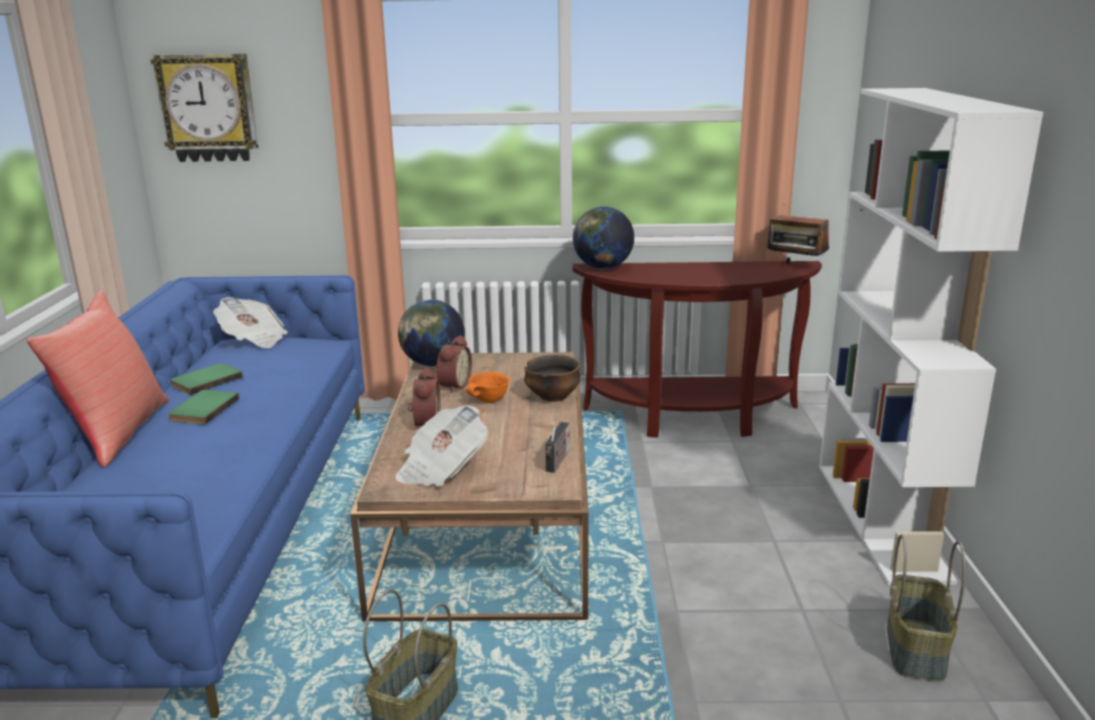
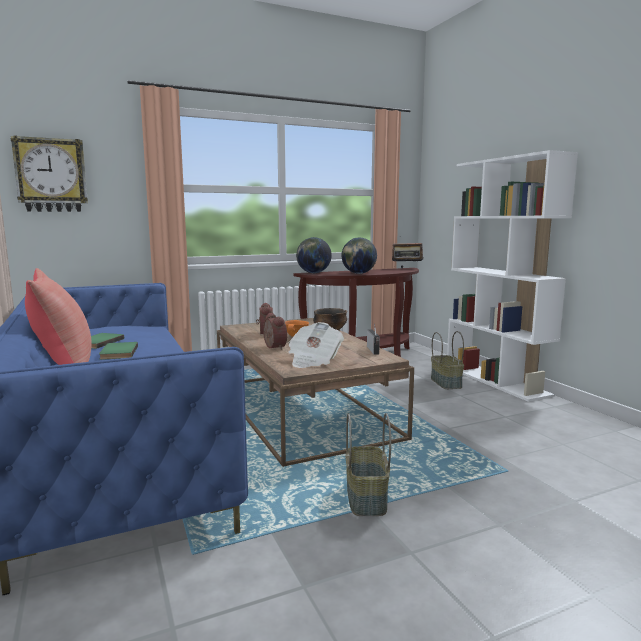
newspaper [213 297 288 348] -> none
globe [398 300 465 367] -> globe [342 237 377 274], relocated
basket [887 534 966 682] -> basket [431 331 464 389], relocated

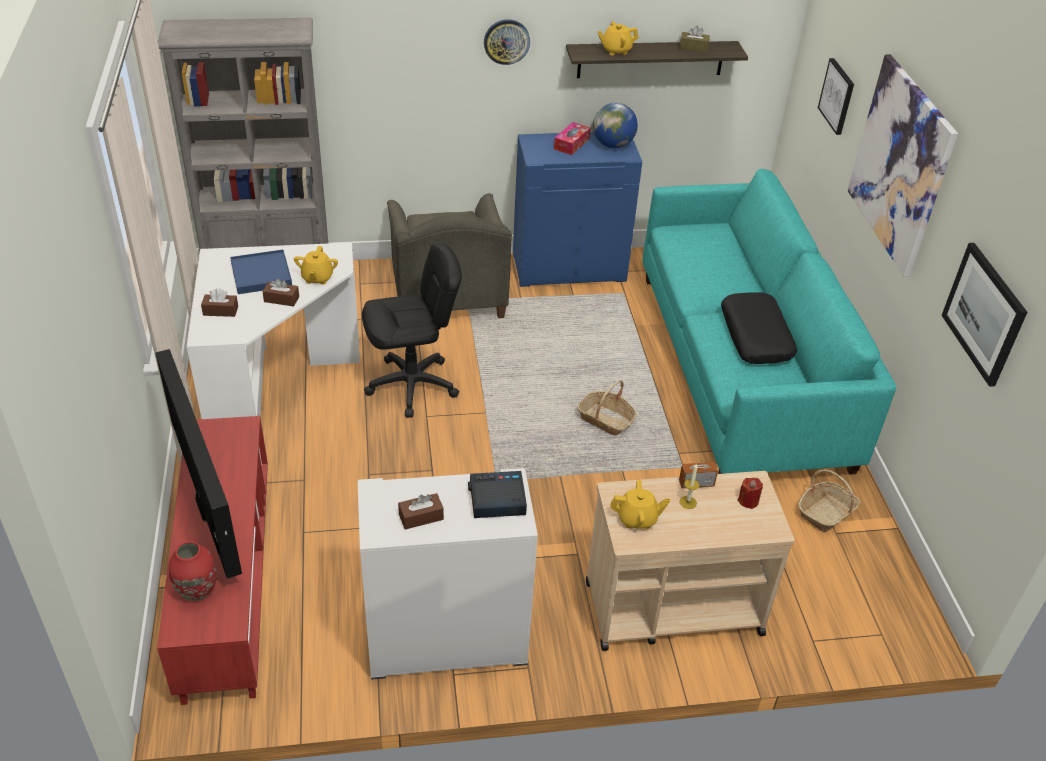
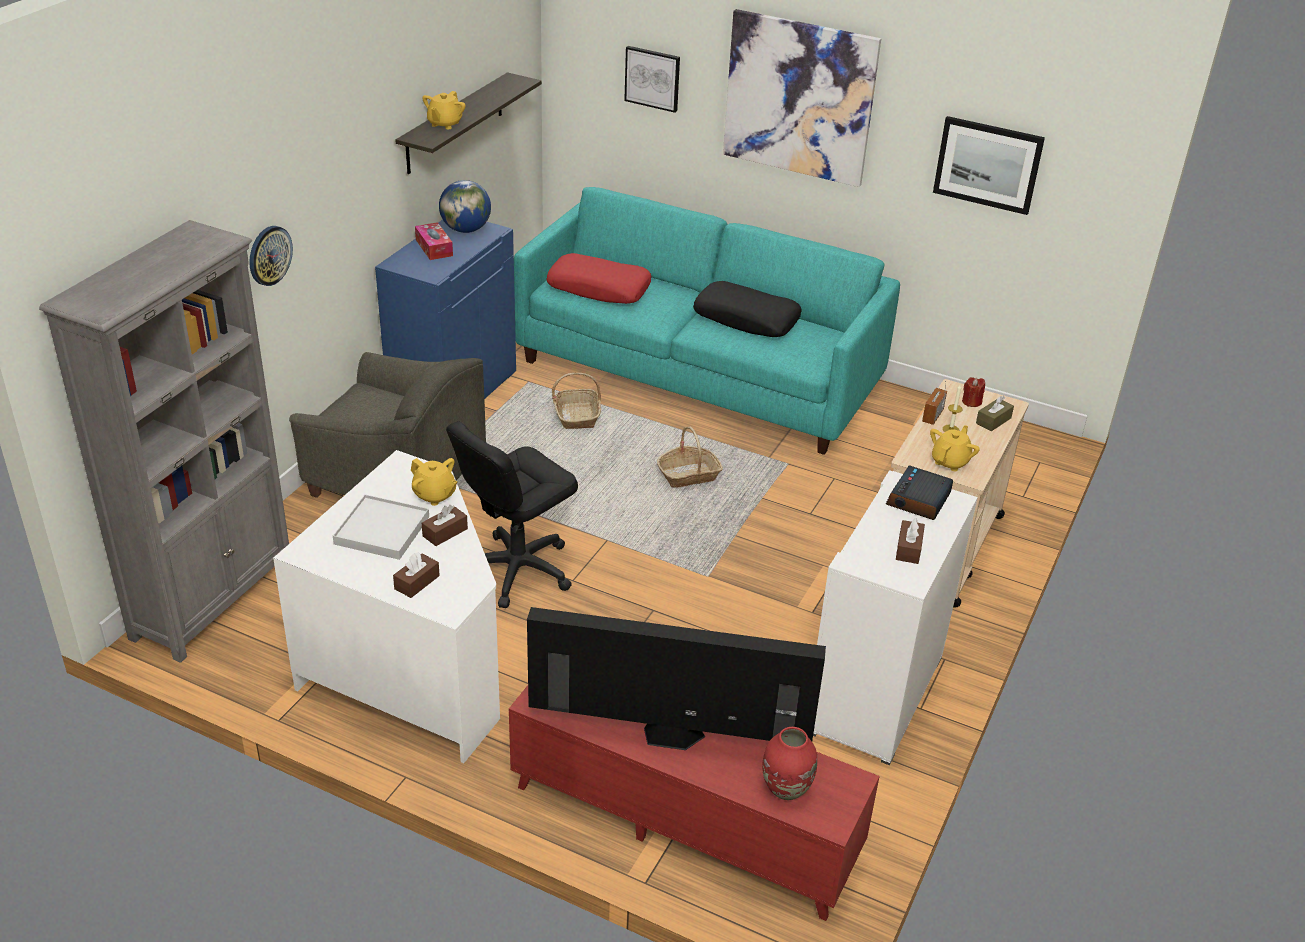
none -> red_pillow [546 253 651 304]
wall_clock [484 19 530 65] -> wall_clock [249 226 293 286], relocated
brown_tissue_box [679 26 710 53] -> brown_tissue_box [976 396 1014 431], relocated
basket [798 469 861 532] -> basket [552 373 601 429], relocated
blue_tray [230 250 292 294] -> white_tray [333 494 429 560]
black_office_chair [362 243 462 418] -> black_office_chair [446 421 578 608], 150 degrees counterclockwise

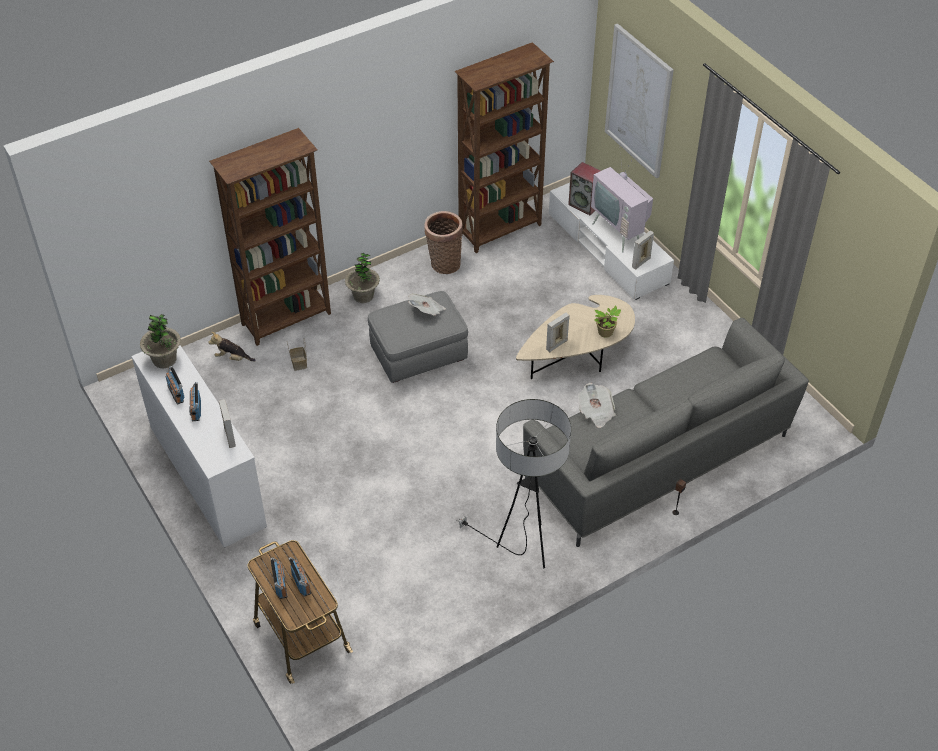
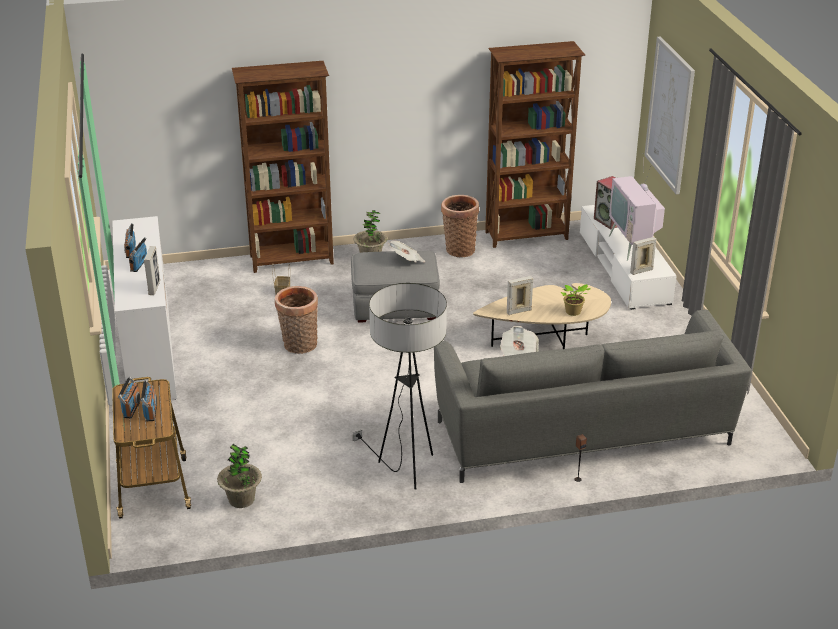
plush_toy [208 332 256 361] -> none
none -> basket [275 286 318 354]
potted_plant [140 314 181 368] -> potted_plant [217 444 262 508], relocated

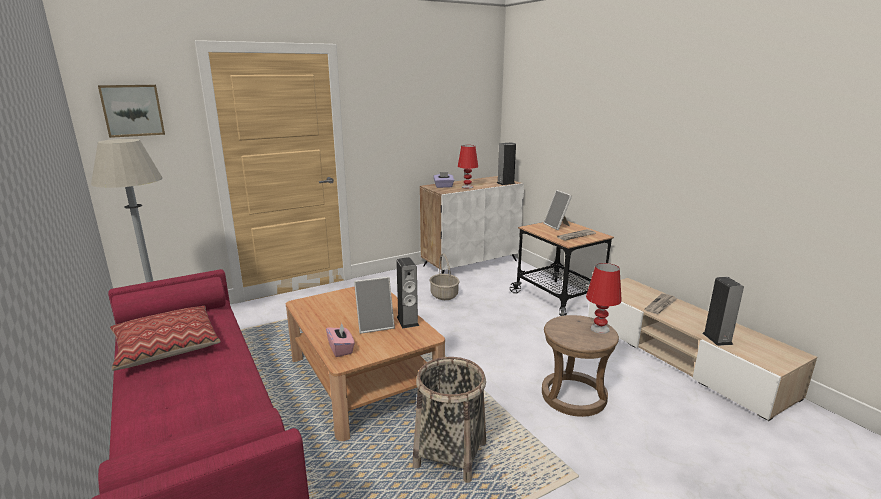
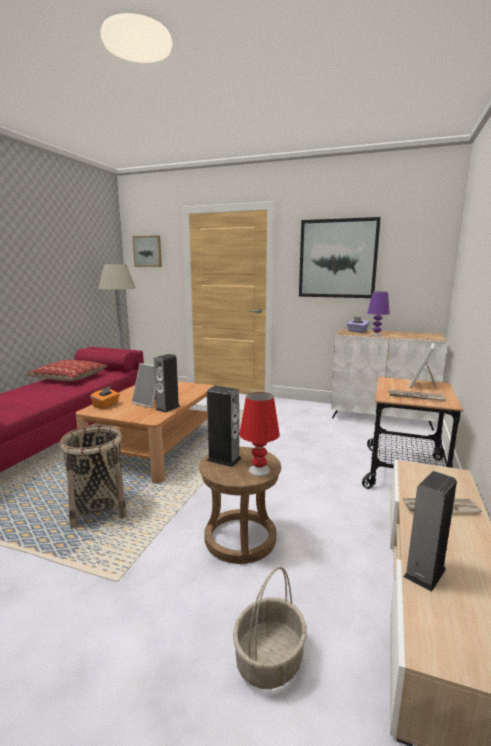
none -> picture [299 217 381 298]
basket [429 253 460 300] -> basket [233 567 307 689], relocated
speaker [497 142 516 185] -> speaker [207 386 242 467], relocated
pink_tissue_box [326 323 355 357] -> orange_tissue_box [90 386 120 409]
red_table_lamp [458 145 478 189] -> purple_table_lamp [368 292 390 336]

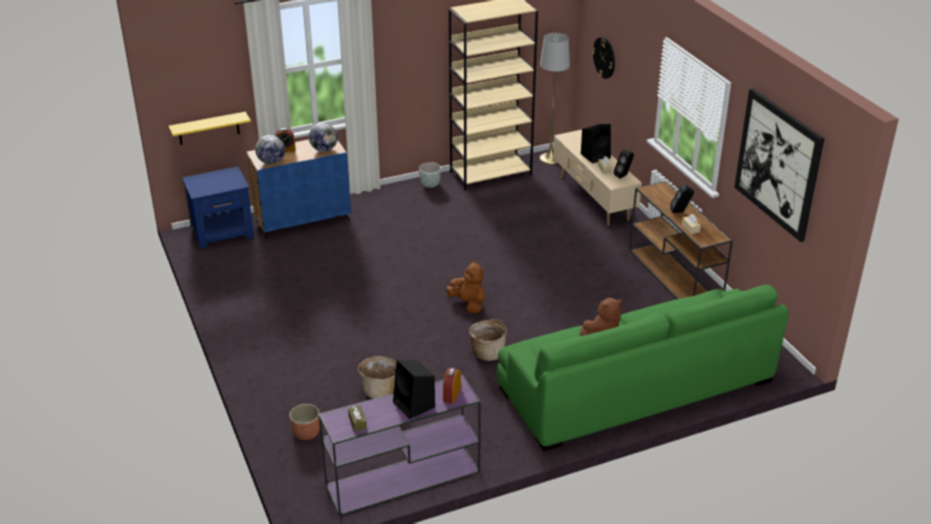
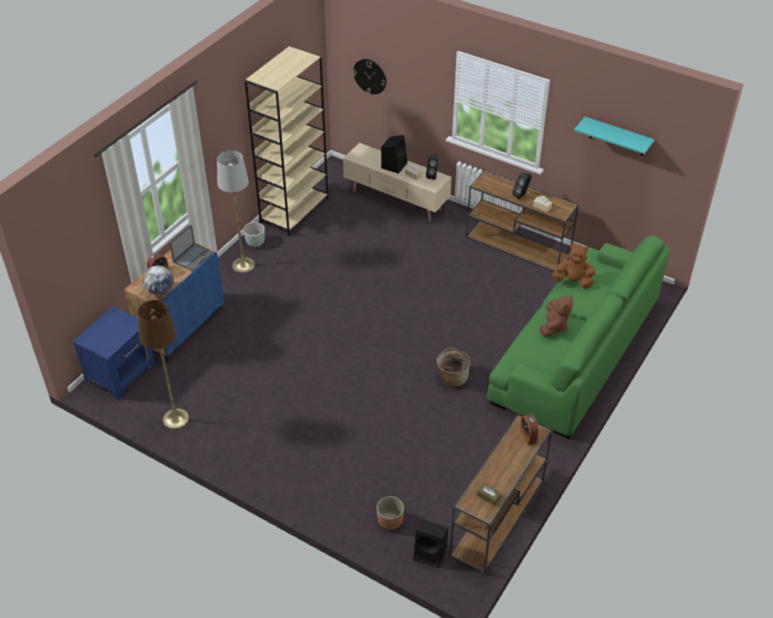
yellow_shelf [169 112 251 145] -> none
basket [357 356 396 399] -> none
none -> brown_floor_lamp [137 300 189 429]
black_speaker [393 360 435 419] -> black_speaker [413 520 448 568], relocated
brown_plush_toy [446 260 485 313] -> brown_plush_toy [551 243 596 288], relocated
grey_floor_lamp [539 33 570 164] -> grey_floor_lamp [217 150 255 273], relocated
globe [309 123 338 152] -> laptop [170 225 214 272]
picture [734 88 825 242] -> turquoise_shelf [574 117 655 156]
purple_console_table [319 374 481 516] -> brown_console_table [449 414 552 575]

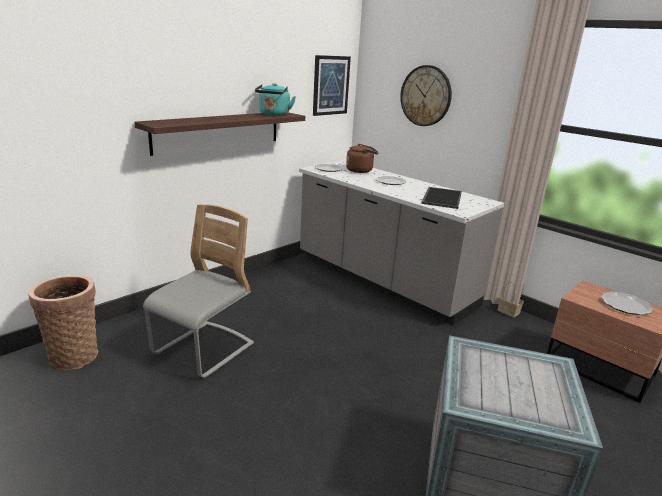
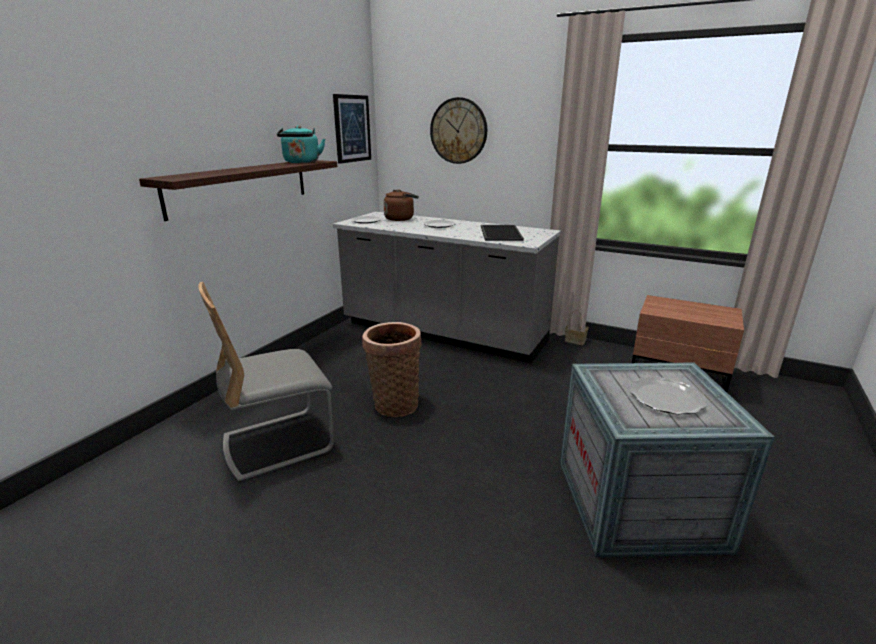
basket [28 275 98 370] -> basket [362 322 422 417], relocated
plate [601 291 653 315] -> plate [630 377 707 414], relocated
grey_chair [143 204 254 378] -> grey_chair [198 282 334 482], 135 degrees counterclockwise

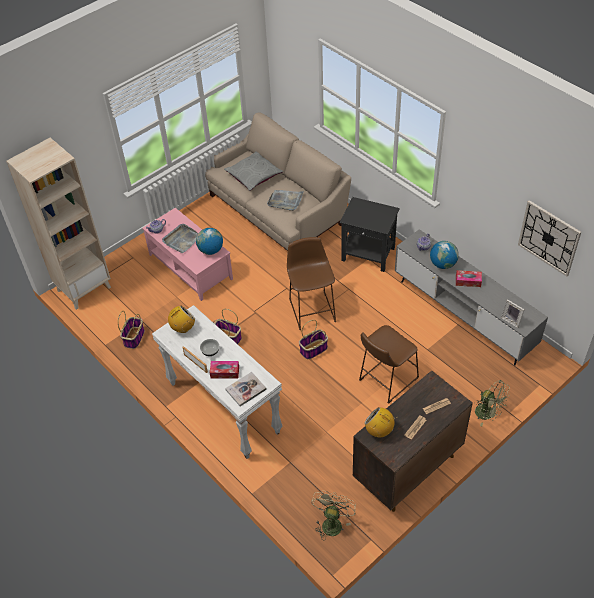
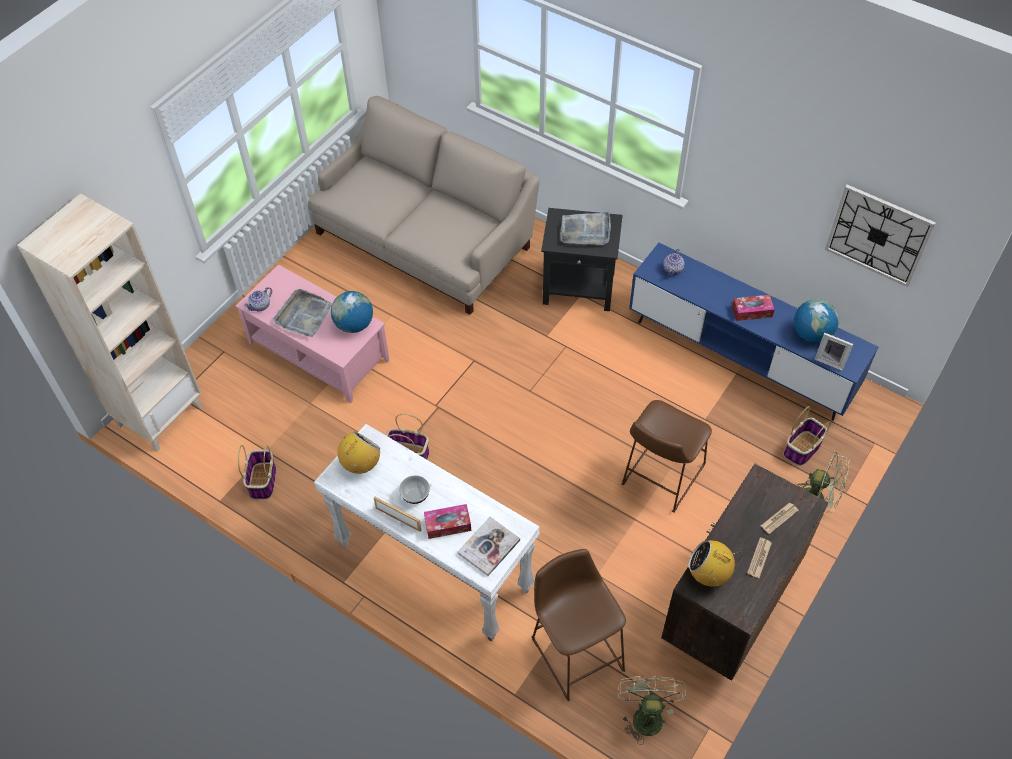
grey_pillow [224 151 283 191] -> none
grey_tray [267 190 304 211] -> grey_tray [560 211 611 245], relocated
brown_stool [287 237 336 330] -> brown_stool [532 549 626 701], relocated
basket [299 320 328 359] -> basket [783 406 831 466], relocated
globe [430 241 459 269] -> globe [794 299 839 342], relocated
grey_tv_stand [395 229 548 365] -> blue_tv_stand [629 243 878 421]

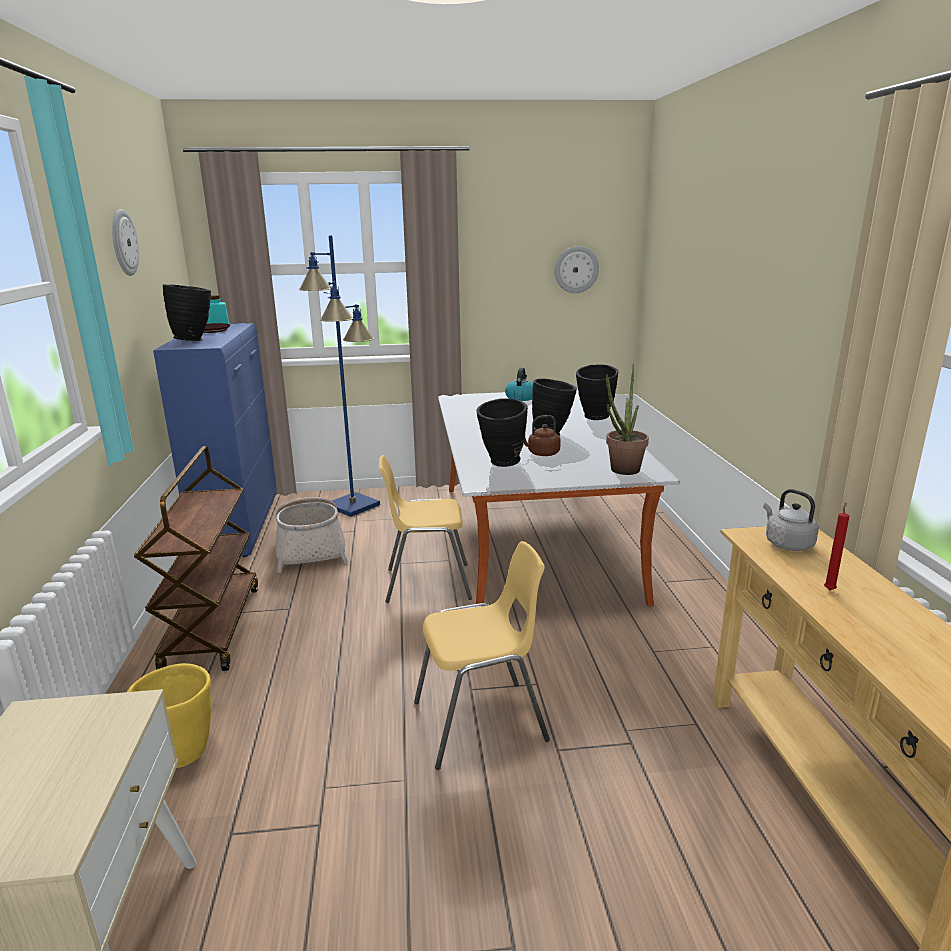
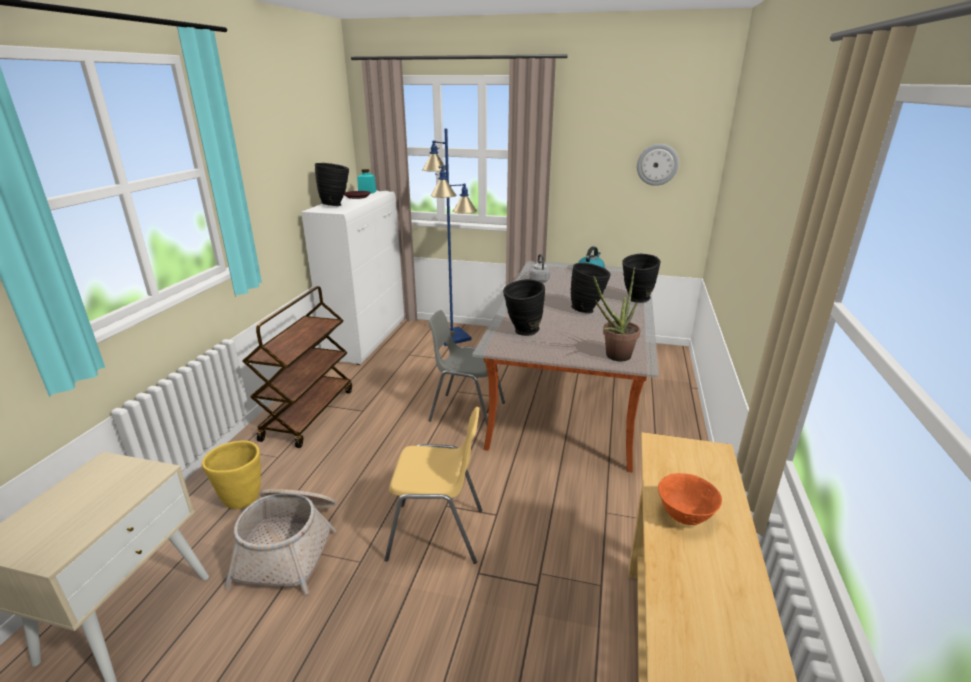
wall_clock [112 209 139 276] -> none
brown_kettle [524 415 561 456] -> none
basket [275 497 348 573] -> basket [224 489 336 595], relocated
grey_kettle [763 489 819 551] -> grey_kettle [529 254 550 282], relocated
red_candle [824 503 849 591] -> orange_bowl [658 473 722 525]
blue_cabinet [153 323 276 557] -> white_cabinet [301 190 404 365]
yellow_chair [379 455 472 603] -> grey_chair [428 310 505 425]

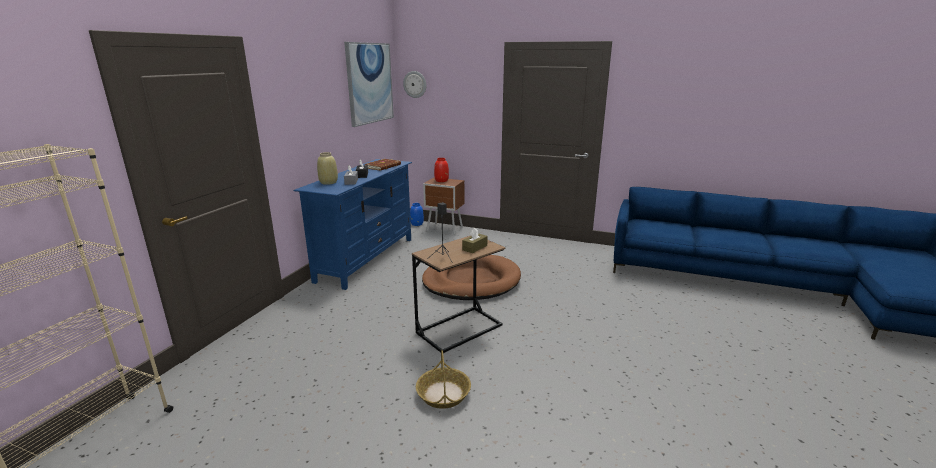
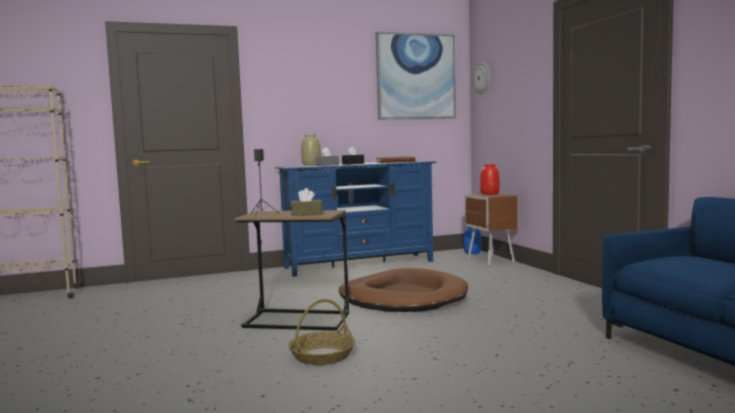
basket [416 350 471 409] -> basket [288 299 356 365], relocated

